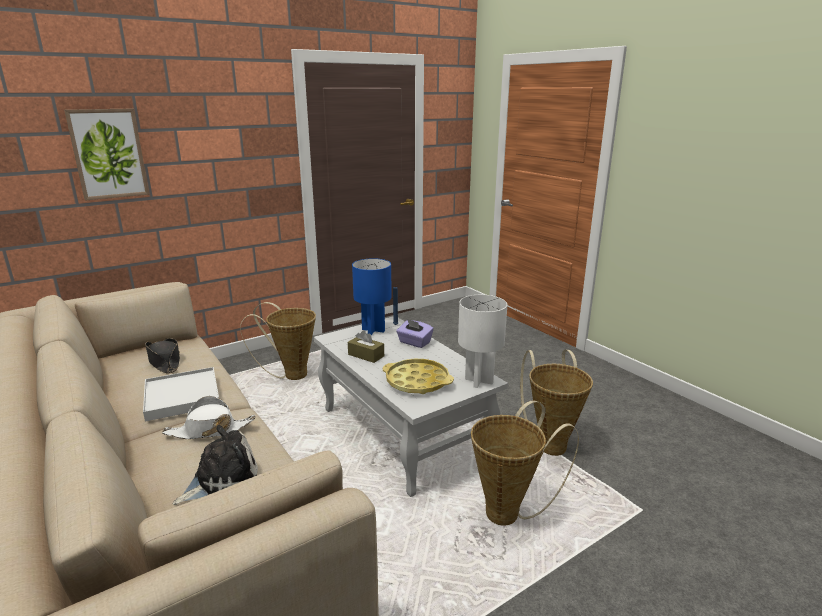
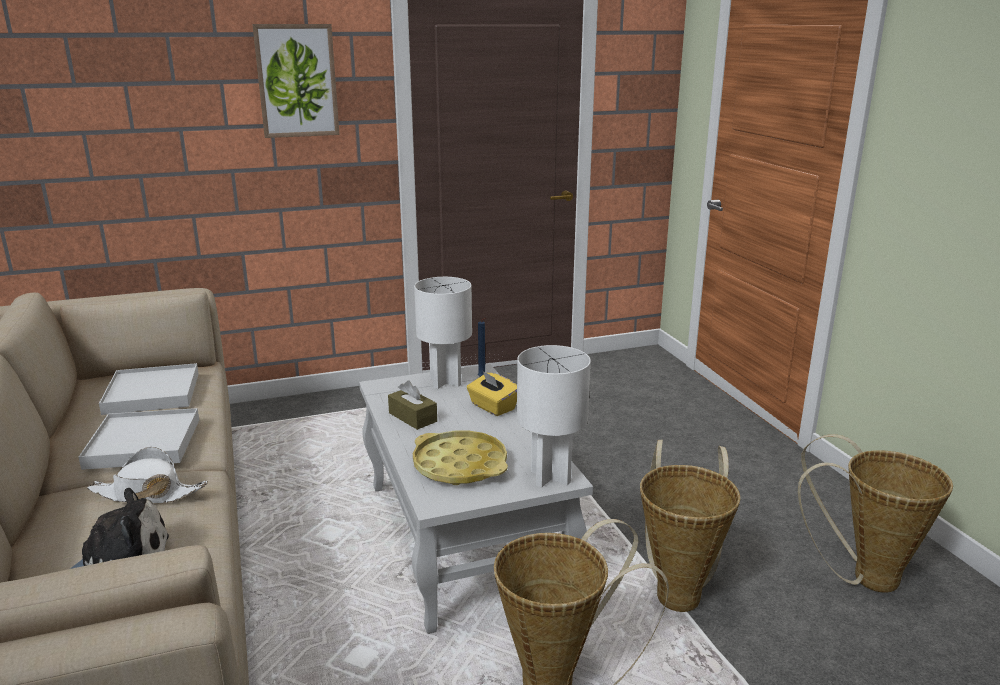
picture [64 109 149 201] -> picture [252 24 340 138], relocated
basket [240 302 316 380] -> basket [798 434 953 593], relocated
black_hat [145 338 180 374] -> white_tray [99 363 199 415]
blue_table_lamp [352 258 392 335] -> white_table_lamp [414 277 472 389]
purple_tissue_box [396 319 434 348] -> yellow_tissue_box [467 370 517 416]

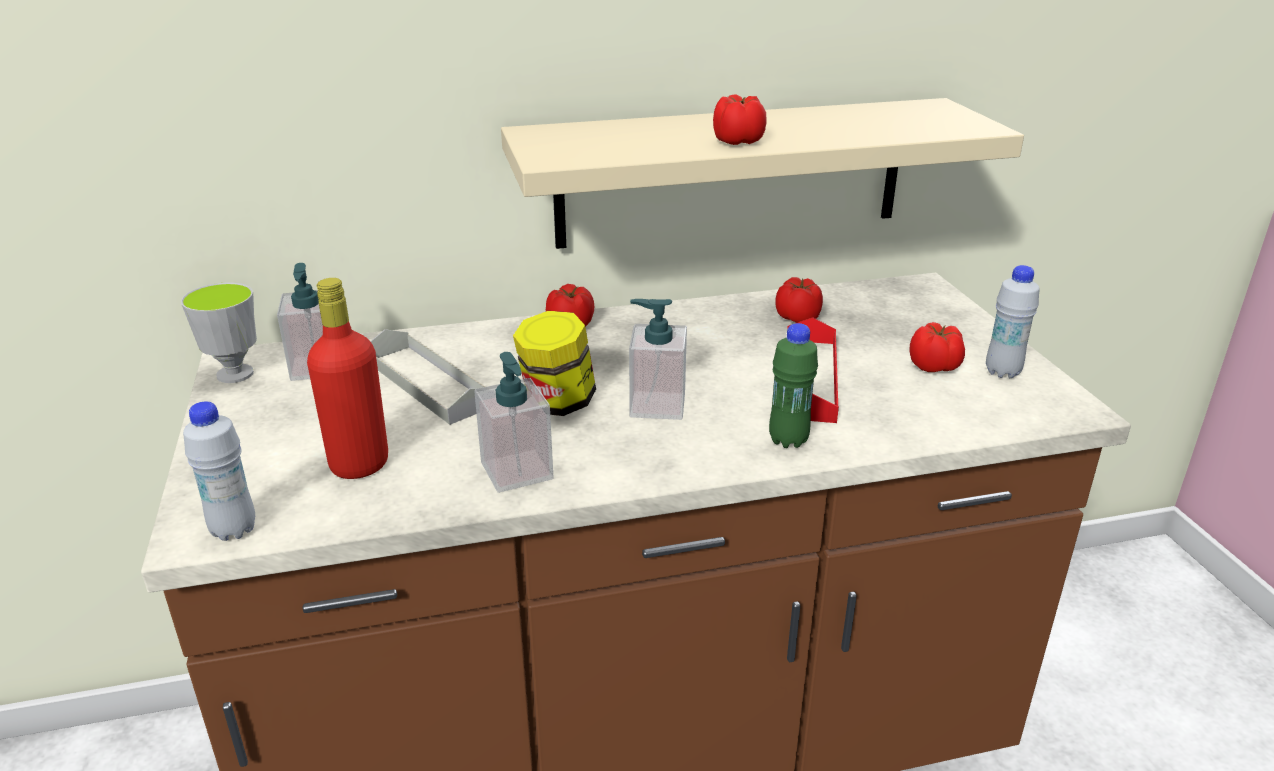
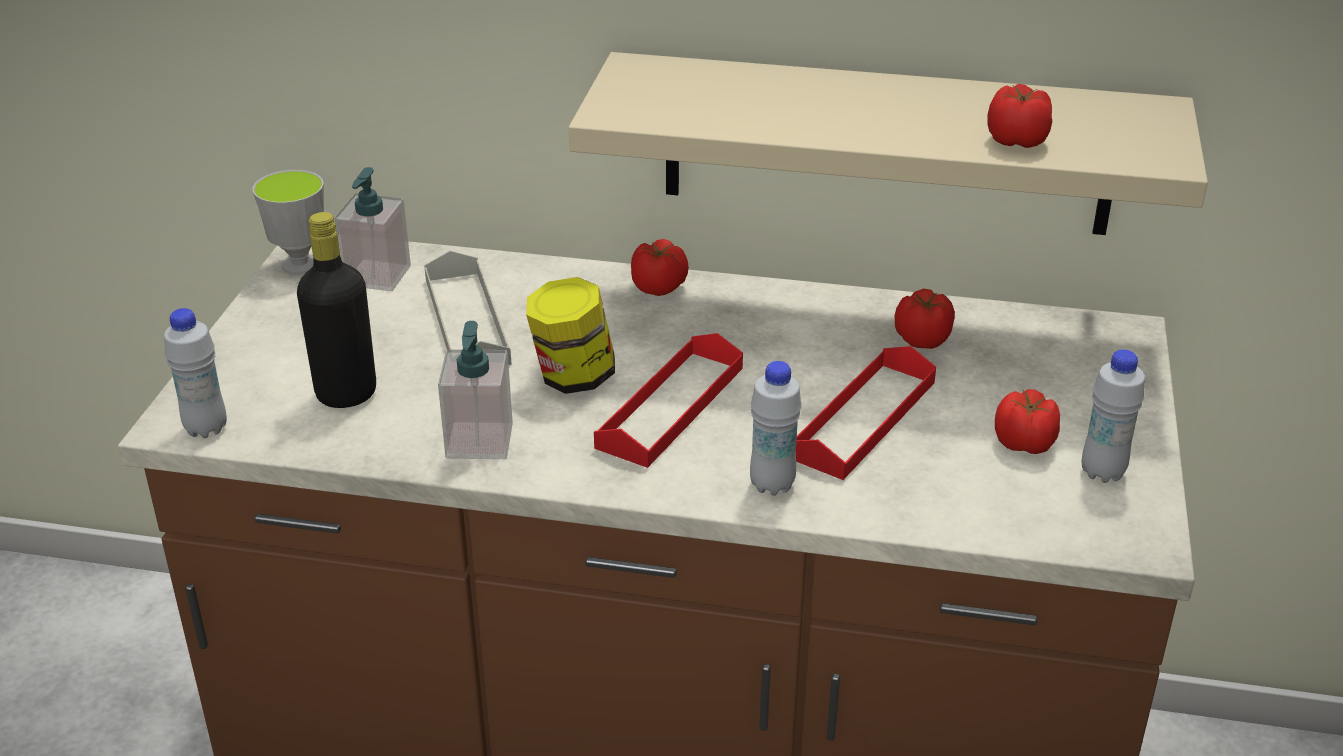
tomato [713 95 767 145] -> tomato [987 84 1052 148], relocated
soap_dispenser [629 299 687 420] -> red_tray [594 333 743 468]
red_bottle [307 278 388 479] -> black_bottle [297 212 376 408]
green_bottle [769 323 818 448] -> white_bottle [750 361 802 496]

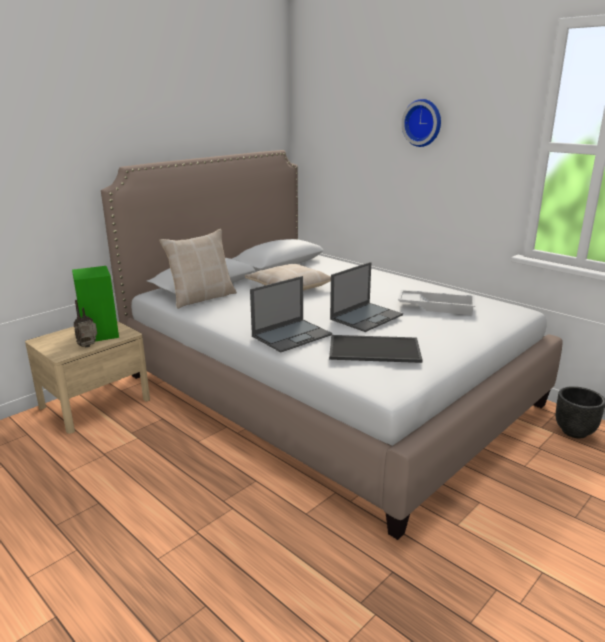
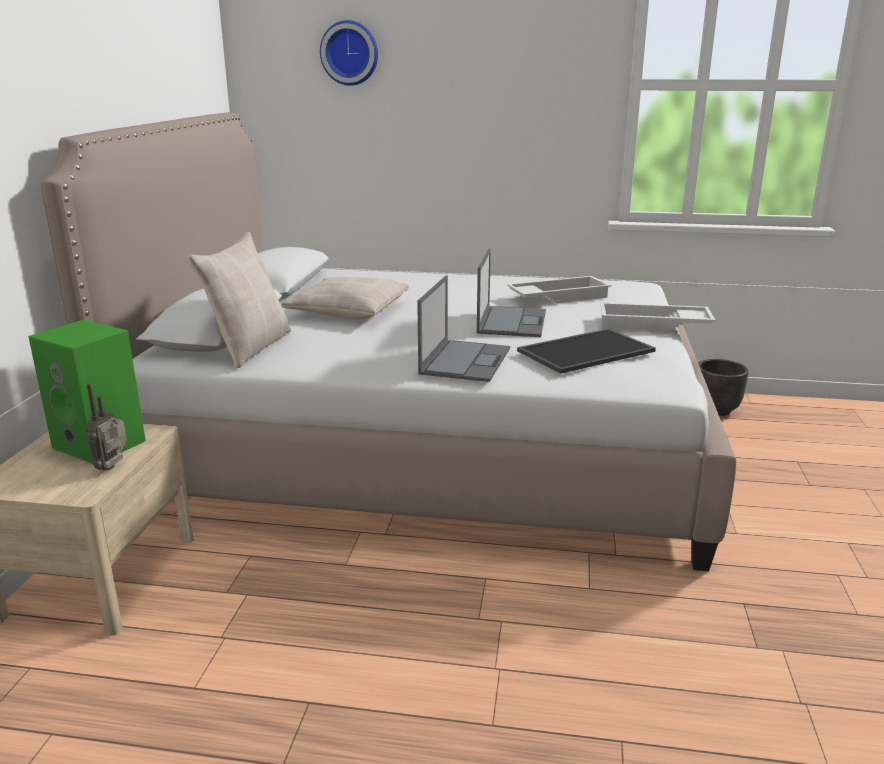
none -> white_tray [600 303 715 332]
wall_clock [401 99 441 147] -> wall_clock [320 20 378 86], relocated

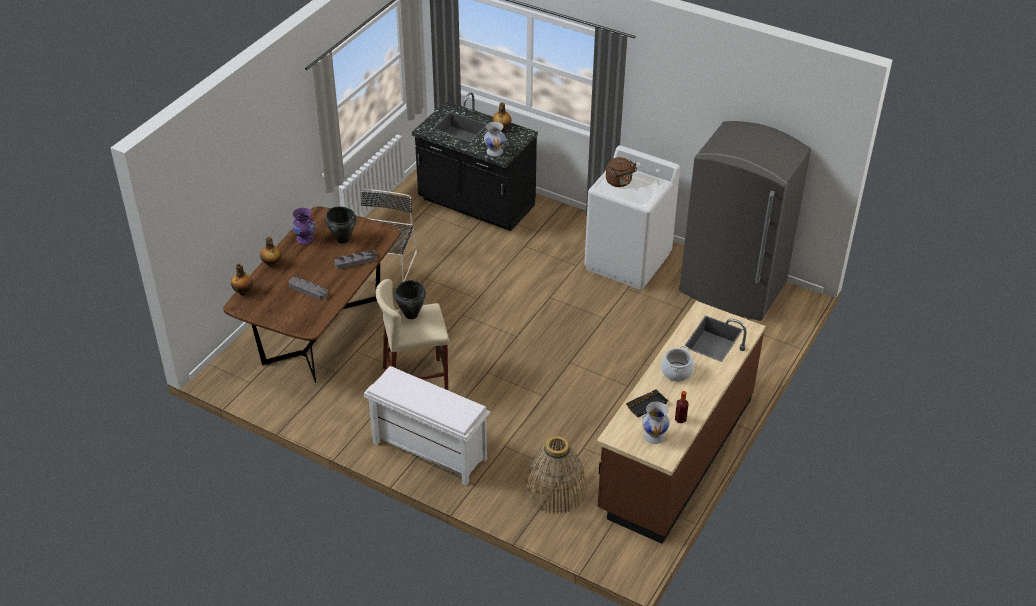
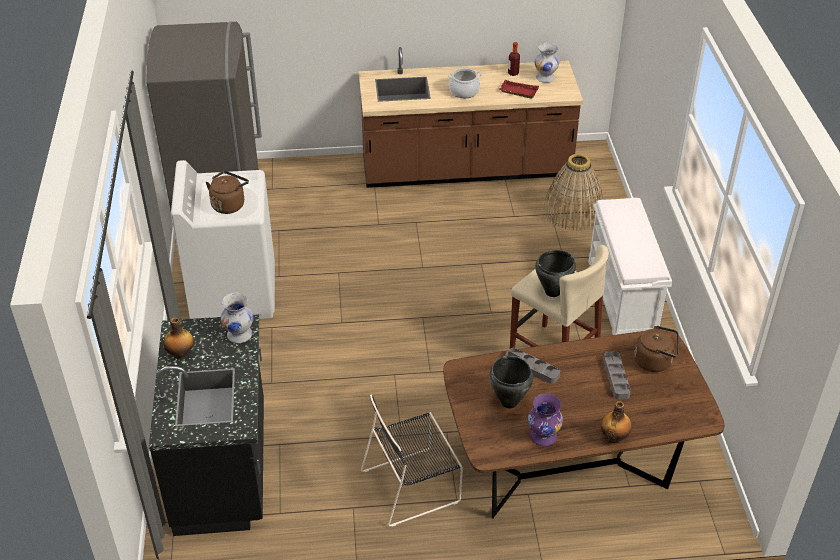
bottle [231 264 253 296] -> none
none -> brown_kettle [634 326 678 372]
black_tray [626 389 668 417] -> red_tray [499 80 539 99]

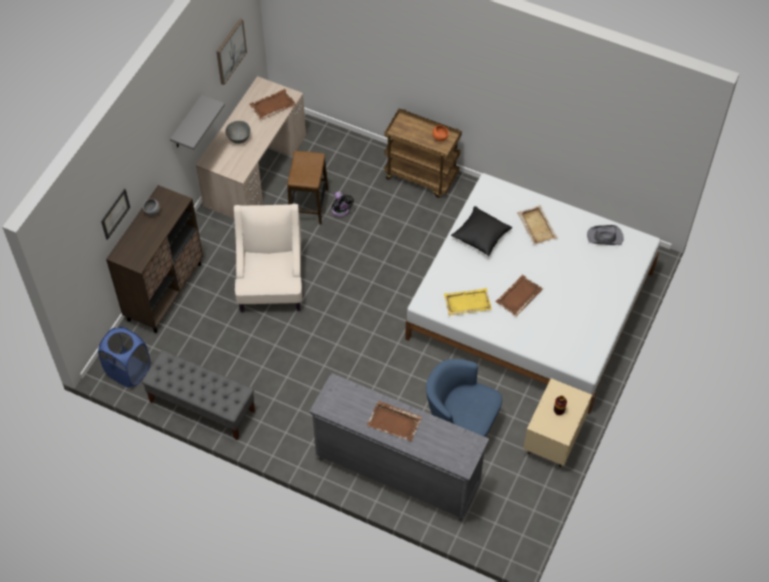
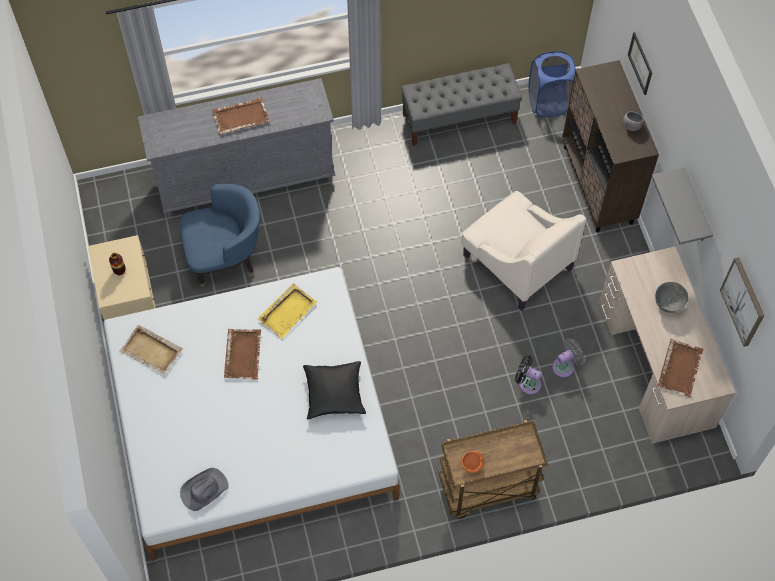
beige_tray [517 205 558 245] -> beige_tray [119 325 183 375], relocated
stool [287 151 328 224] -> grey_fan [552 338 585 377]

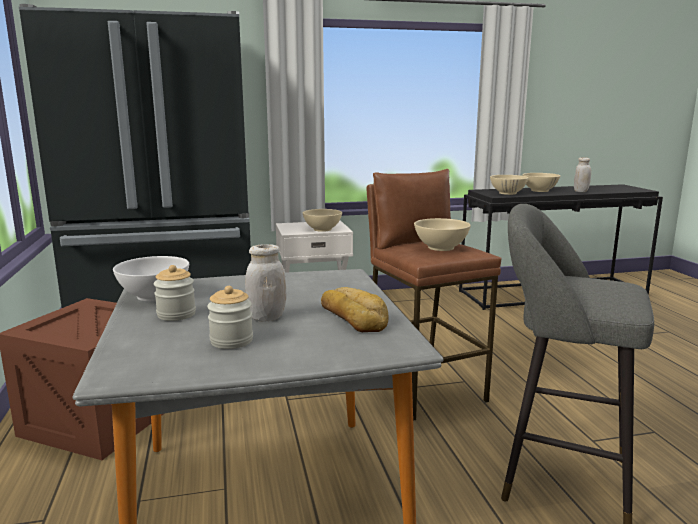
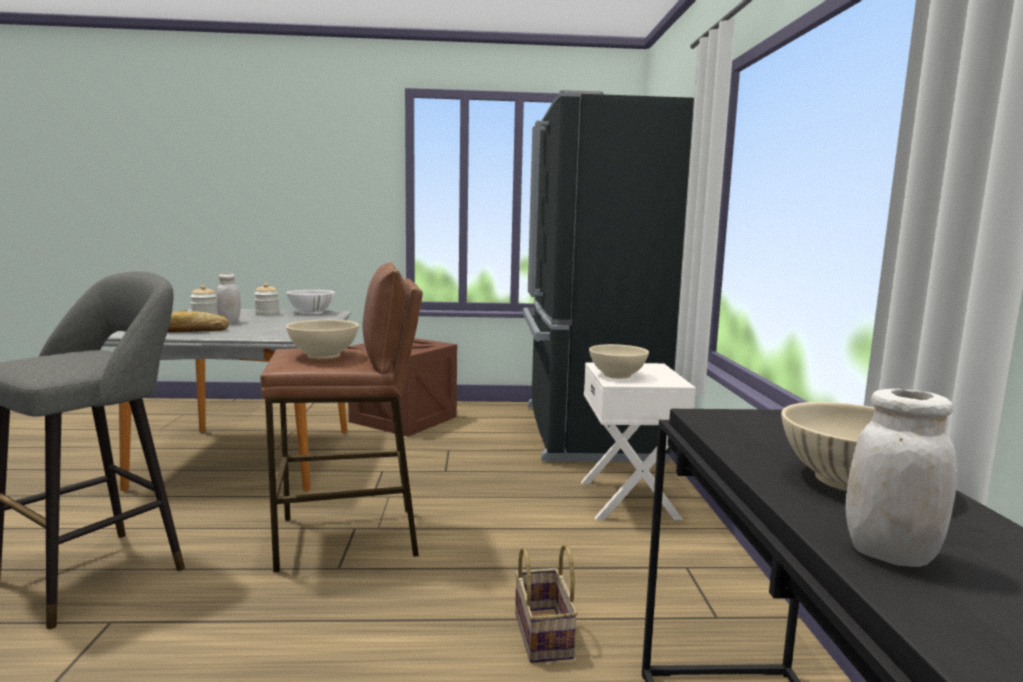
beige_bowl [490 175 528 195] -> none
none -> basket [515 544 578 663]

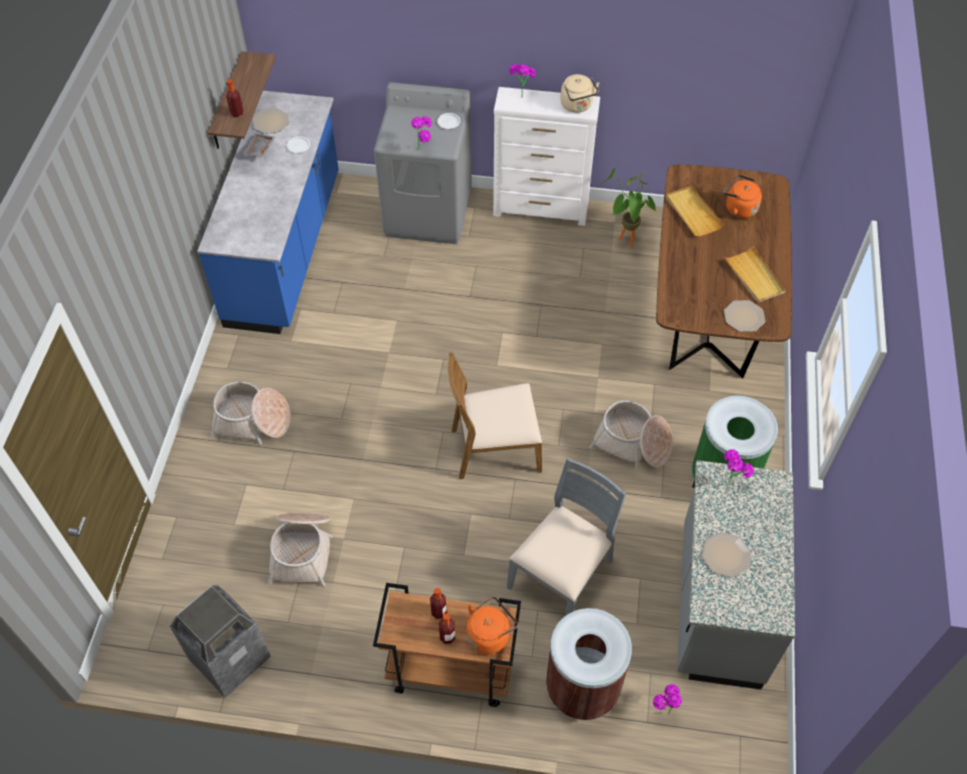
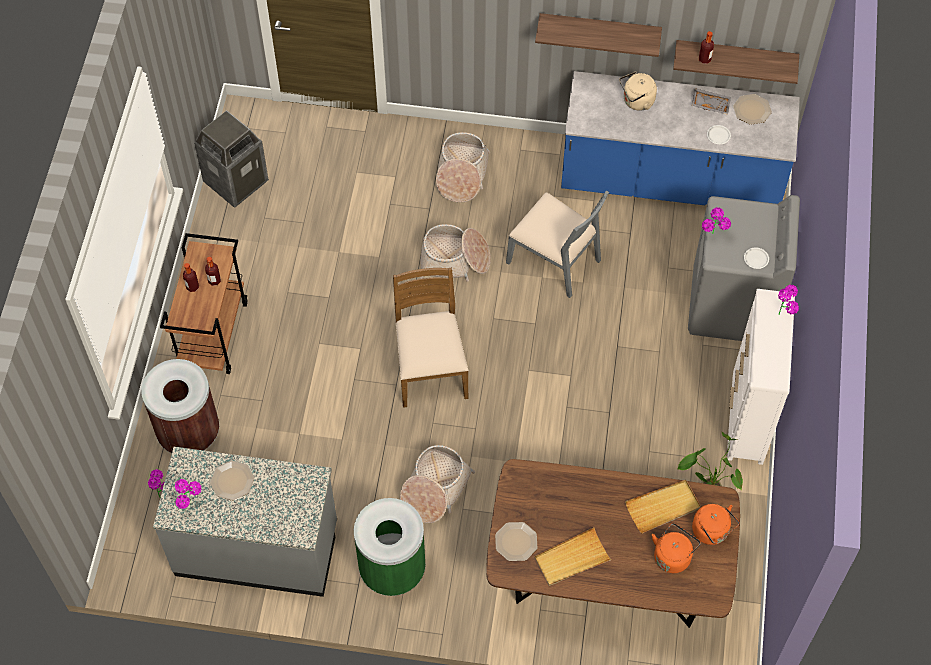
none -> shelf [535 13 662 57]
basket [268 513 333 587] -> basket [420 224 491 281], relocated
orange_kettle [467 597 518 654] -> orange_kettle [692 504 739 545], relocated
grey_chair [507 457 626 616] -> grey_chair [506 191 609 298], relocated
beige_kettle [560 74 599 113] -> beige_kettle [619 71 657 111], relocated
potted_plant [724 449 754 486] -> potted_plant [175 479 202 509], relocated

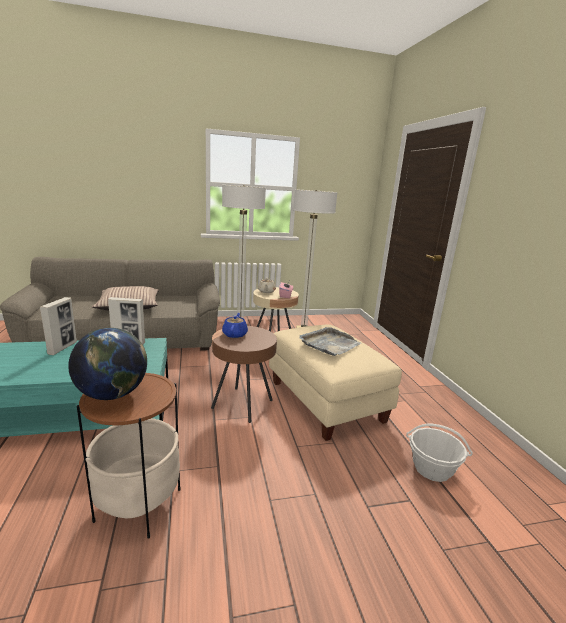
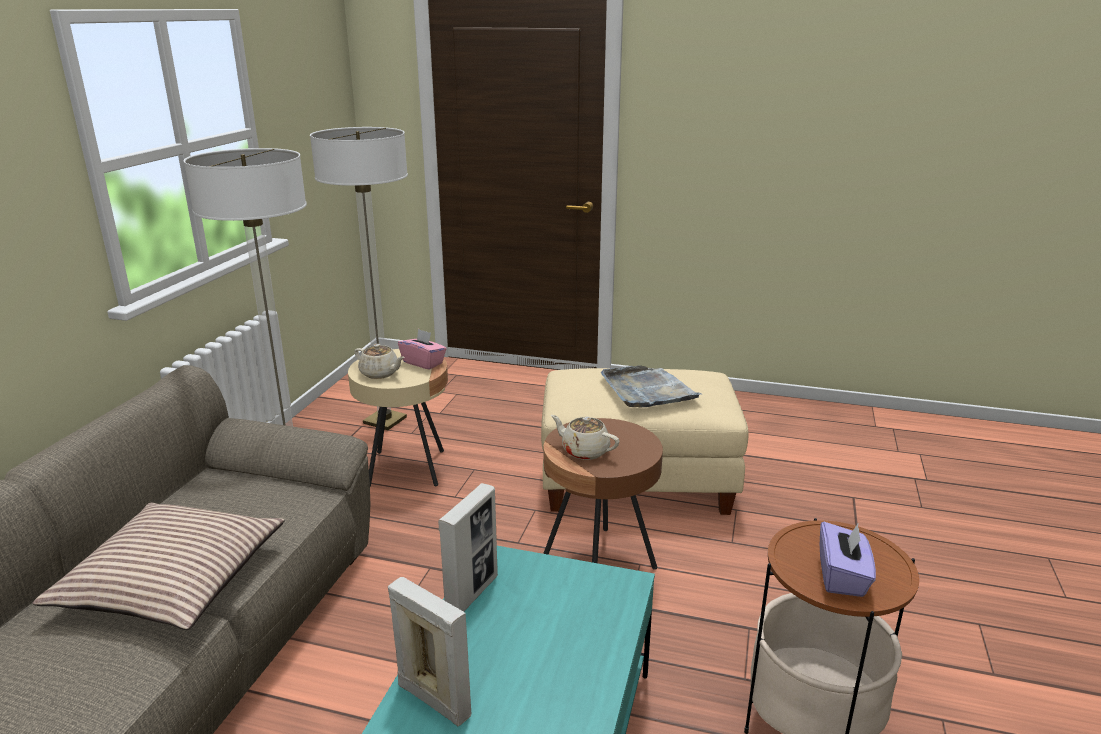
basket [406 424 473 482] -> none
globe [68 328 147 400] -> purple_tissue_box [820 522 876 597]
blue_teapot [222 313 248 338] -> beige_teapot [551 415 619 460]

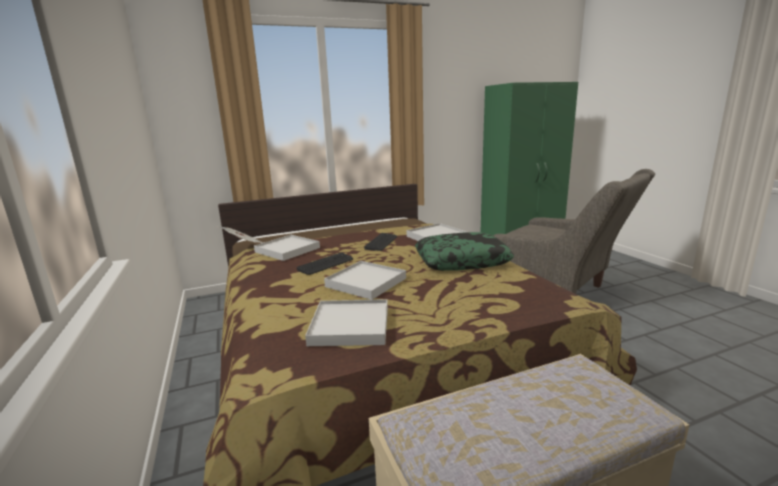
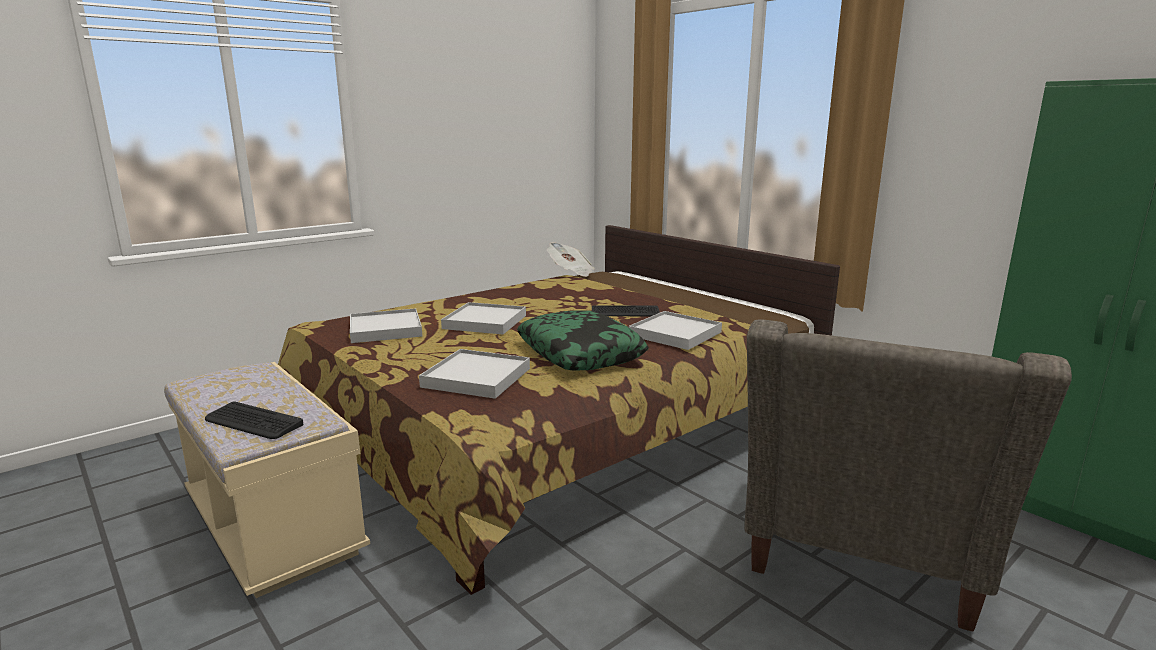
white_tray [254 235 320 261] -> white_tray [419 349 530 399], relocated
keyboard [297 252 353 275] -> keyboard [205 402 304 439], relocated

